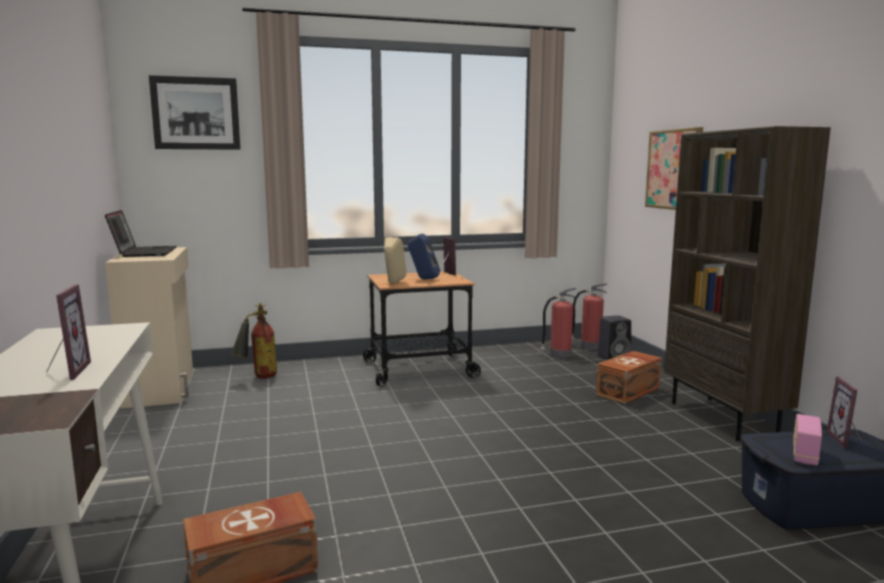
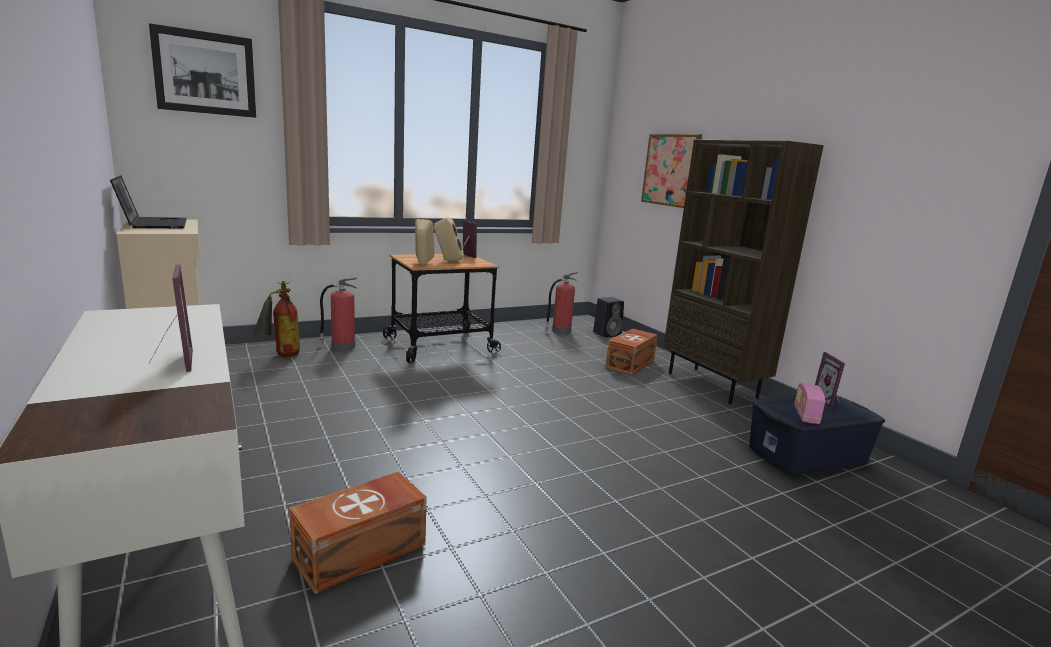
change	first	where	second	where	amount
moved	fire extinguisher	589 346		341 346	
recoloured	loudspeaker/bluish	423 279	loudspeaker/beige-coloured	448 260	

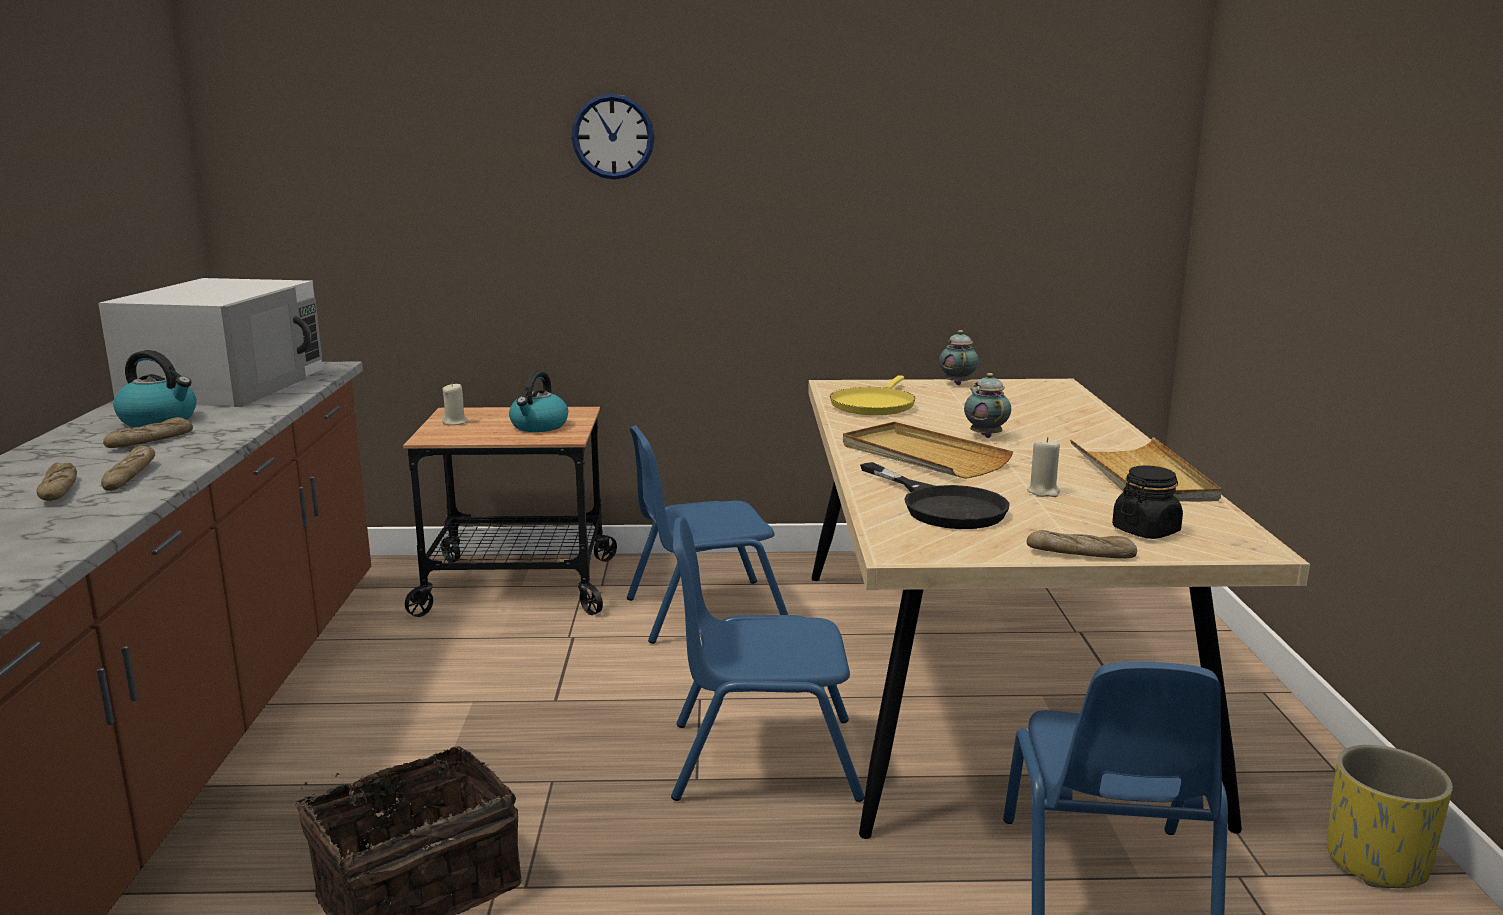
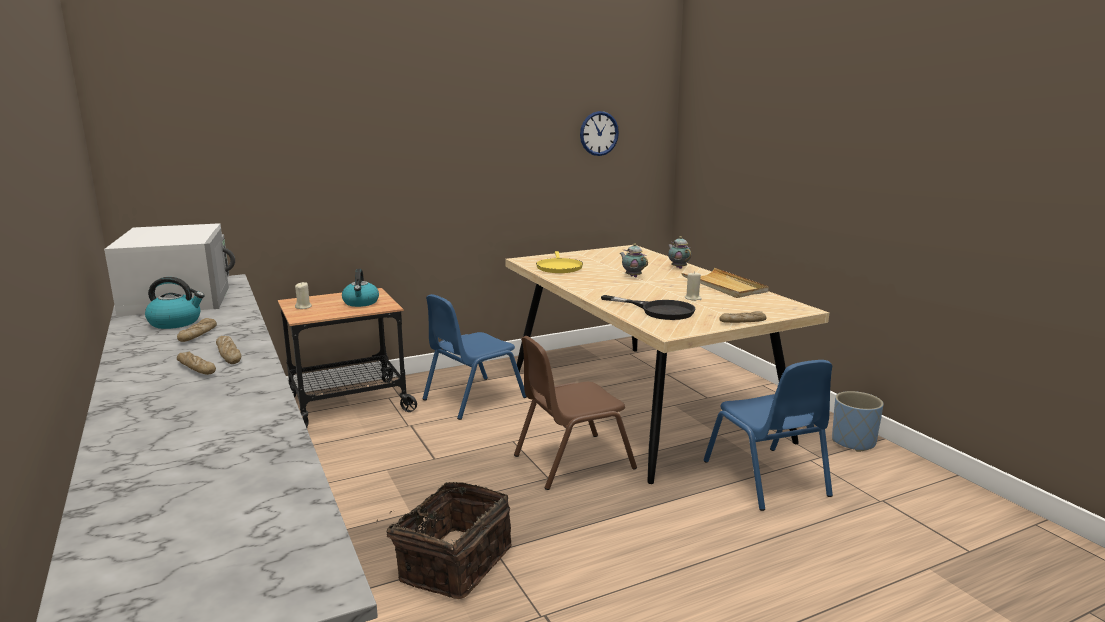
change	first	where	second	where	amount
removed	serving tray/beige-coloured	922 456			
removed	jar/black-coloured	1146 531			
moved	hanging clock	613 136		599 133	
moved	tea pot	957 383		678 267	
recoloured	upright chair/bluish	763 759	upright chair/brown	572 461	
recoloured	planter/yellow	1377 862	planter/bluish	853 442	

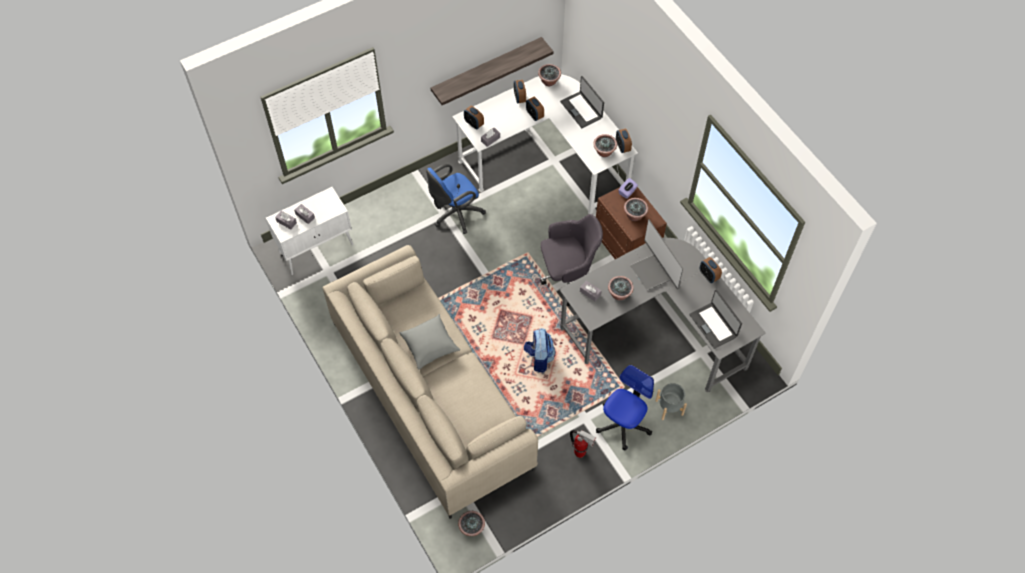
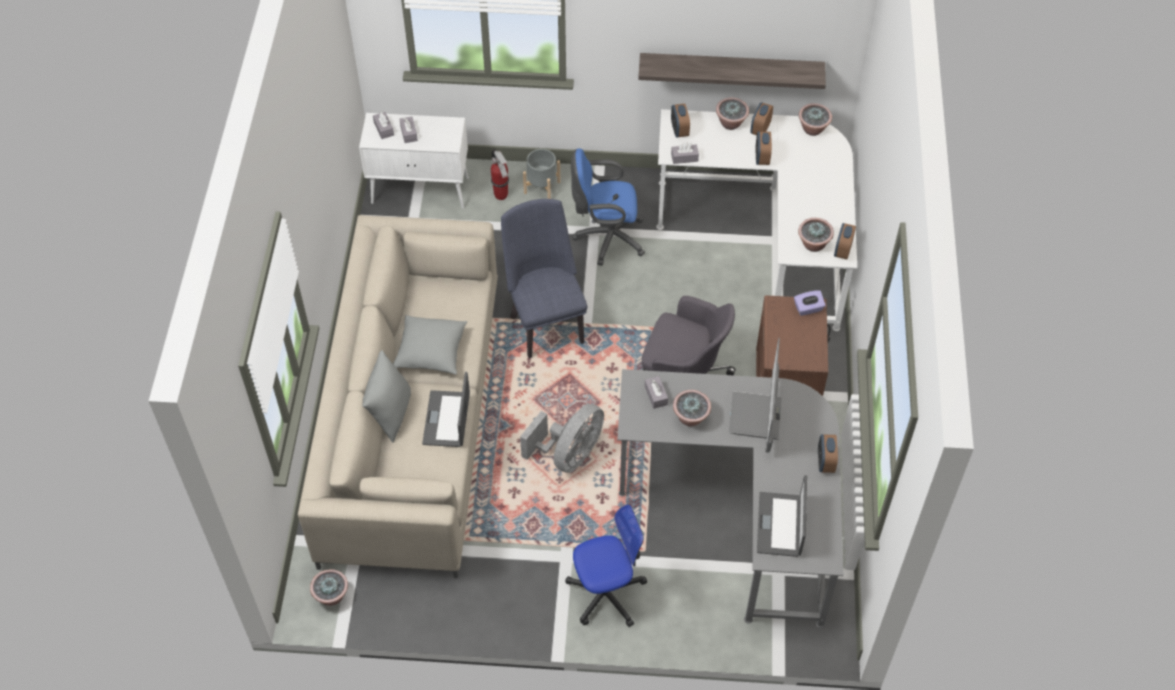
change	first	where	second	where	amount
added			throw pillow/grey	390 414	
added			upright chair/bluish	545 324	
moved	notebook computer	581 109		447 419	
moved	fire extinguisher	580 453		501 195	
moved	houseplant	634 215		731 123	
moved	planter/grey	669 407		542 187	
replaced	rucksack	539 358	cooling fan/grey	569 454	

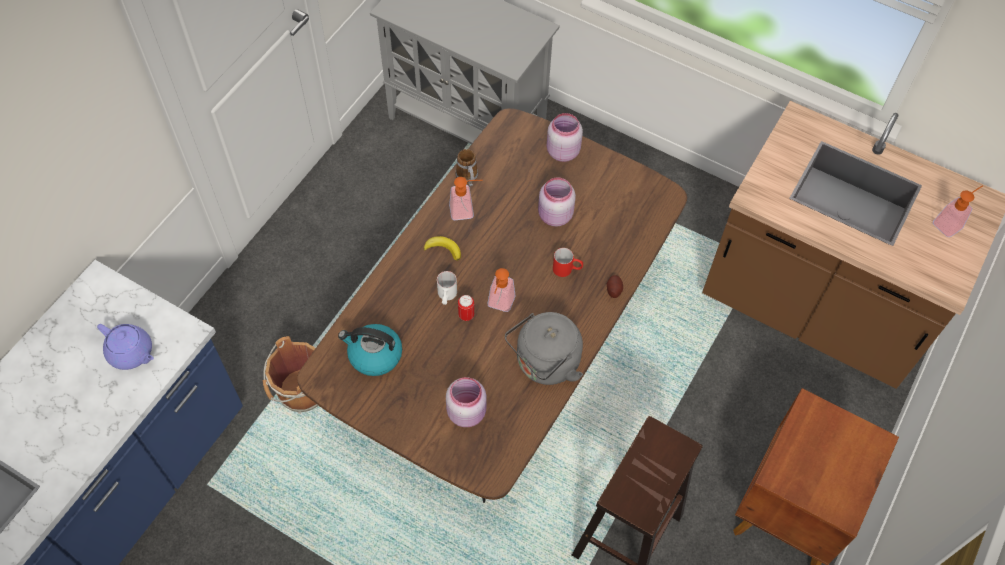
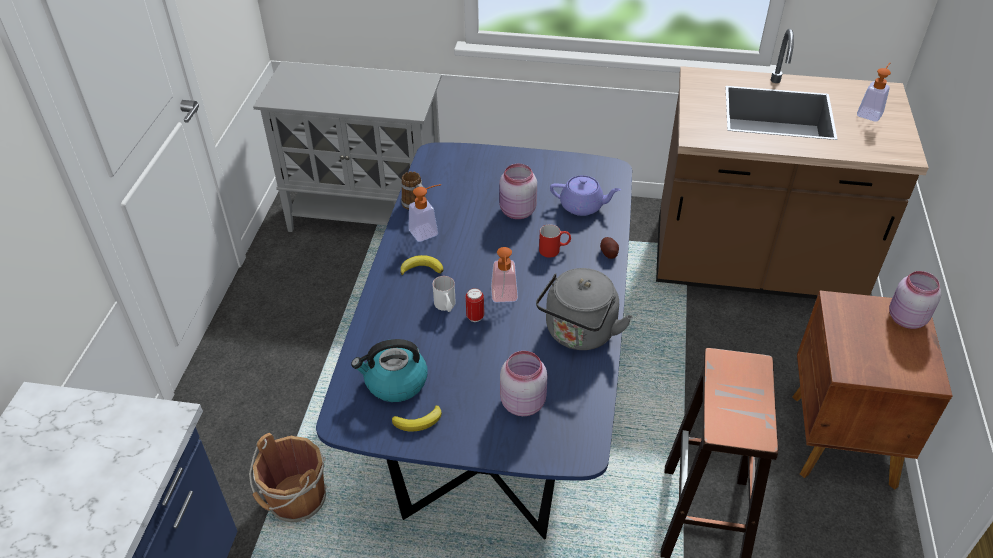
change	first	where	second	where	amount
added			whole banana	419 422	
moved	tea pot/purplish	132 353		582 206	
moved	jar/pink-coloured	561 151		905 318	
recoloured	dinner table/brown	499 365	dinner table/bluish	496 404	

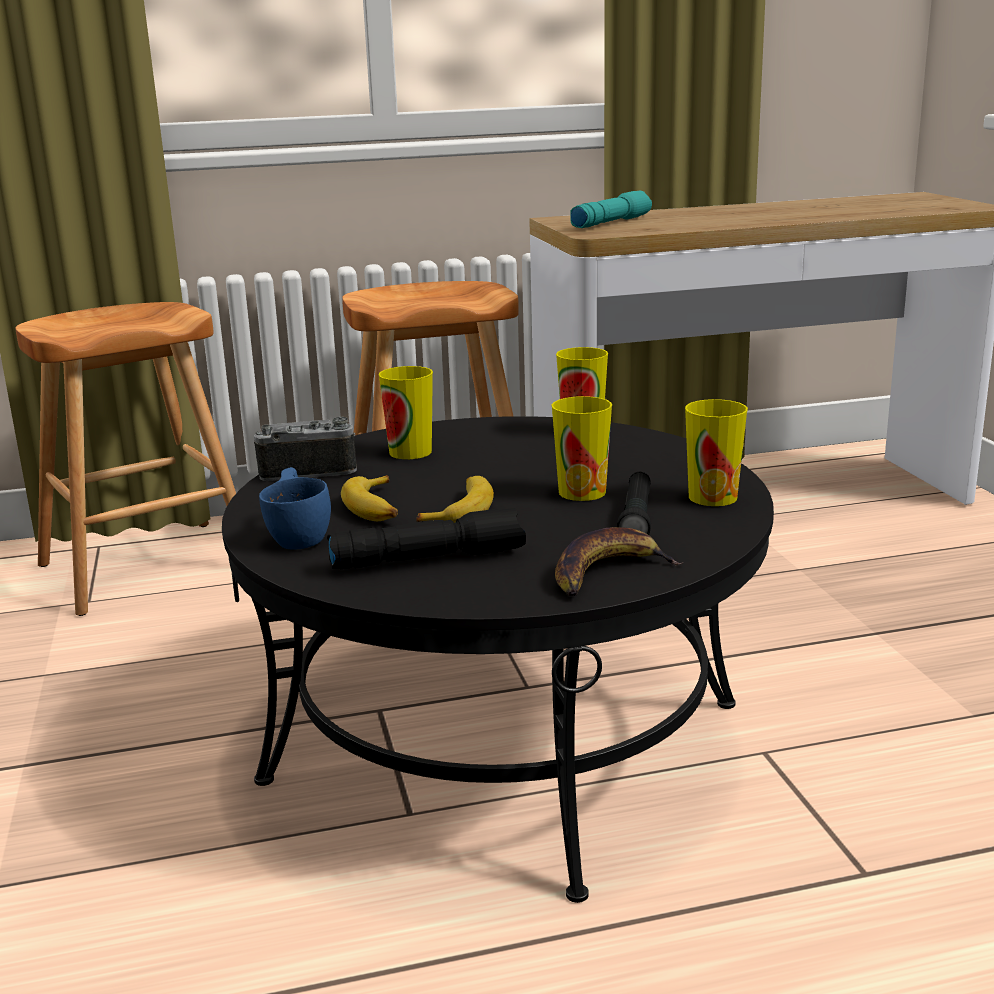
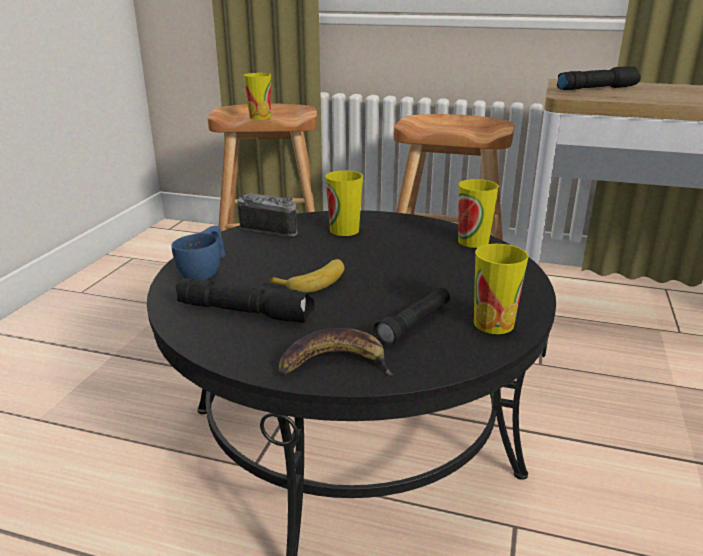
change	first	where	second	where	amount
removed	whole banana	376 508			
moved	cup	582 492		260 117	
recoloured	torch/turquoise	610 222	torch/black-coloured	596 88	

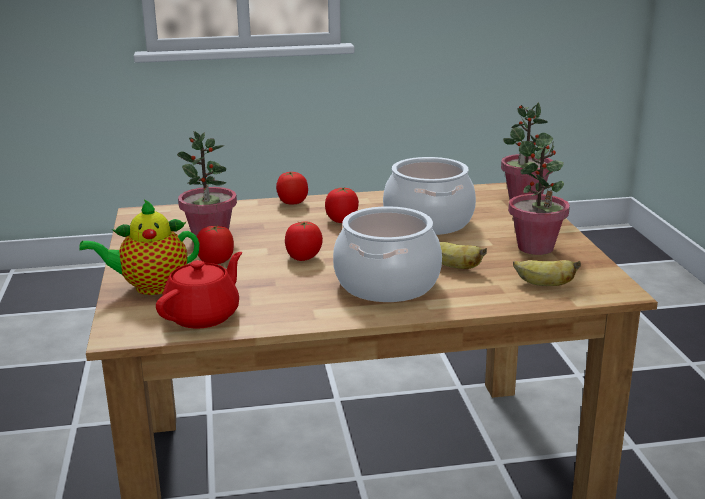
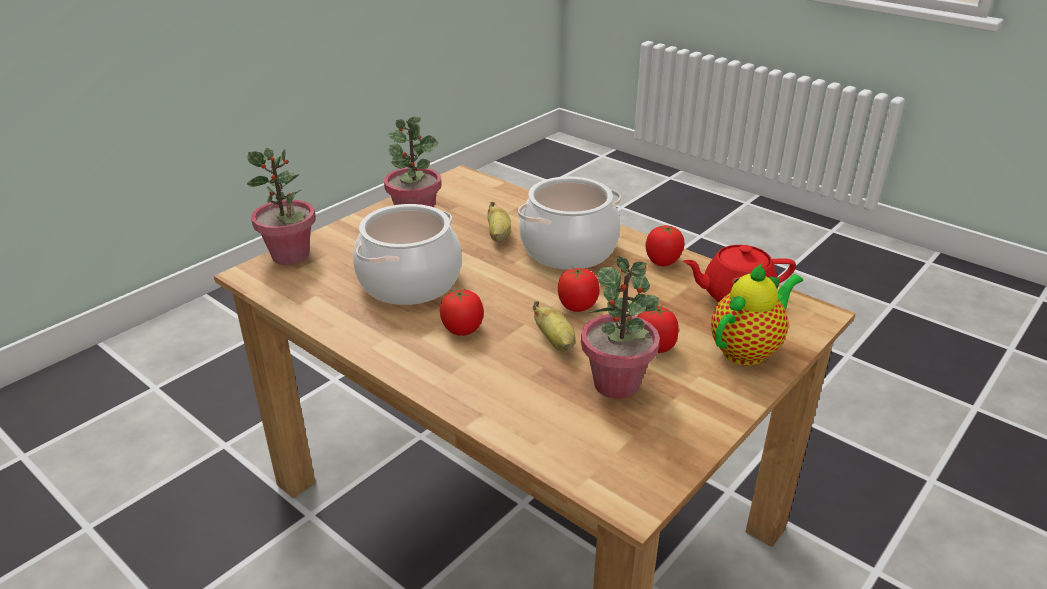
change	first	where	second	where	amount
moved	fresh tomato	292 203		662 261	
moved	whole banana	544 284		555 342	
turned	tea pot	150 287		747 350	75 degrees counterclockwise

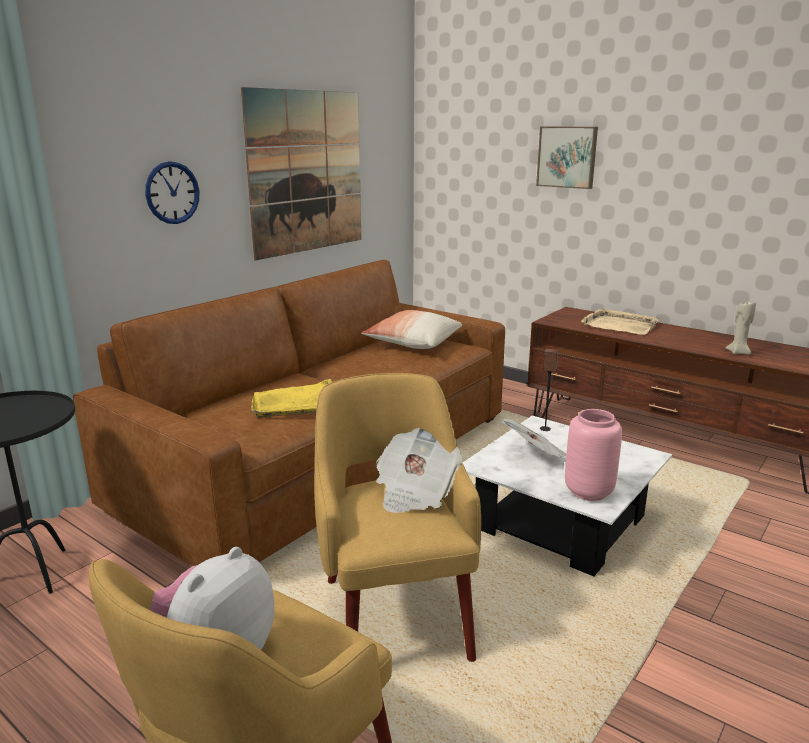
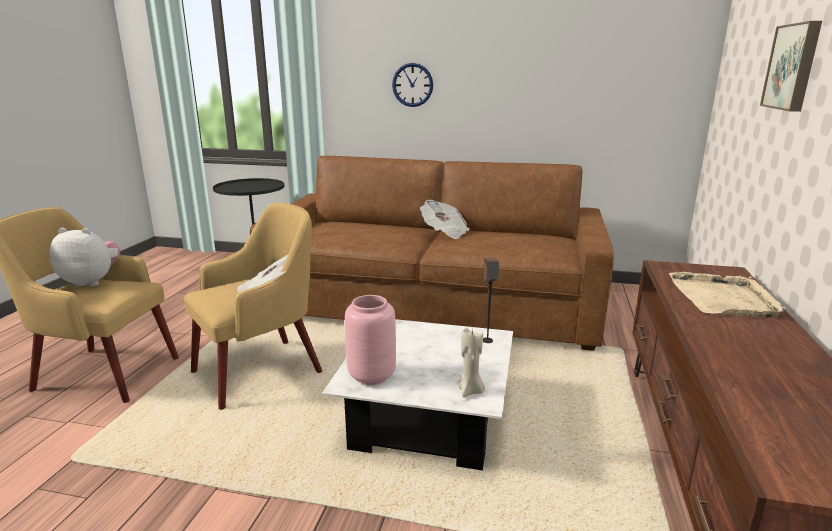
change	first	where	second	where	amount
removed	picture	306 172			
removed	serving tray/yellow	295 403			
removed	throw pillow	413 343			
moved	printed paper	535 456		444 232	
moved	candle/beige-coloured	738 352		470 391	

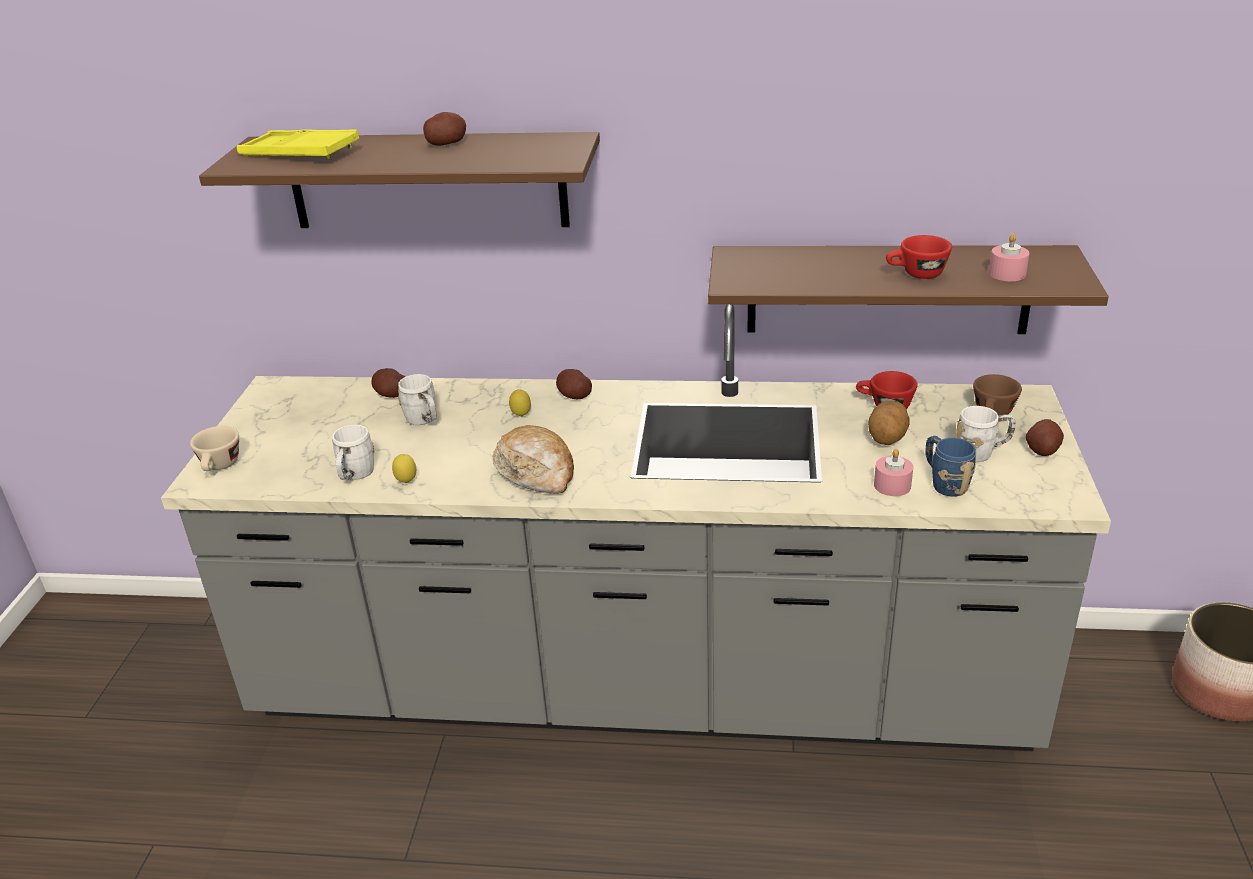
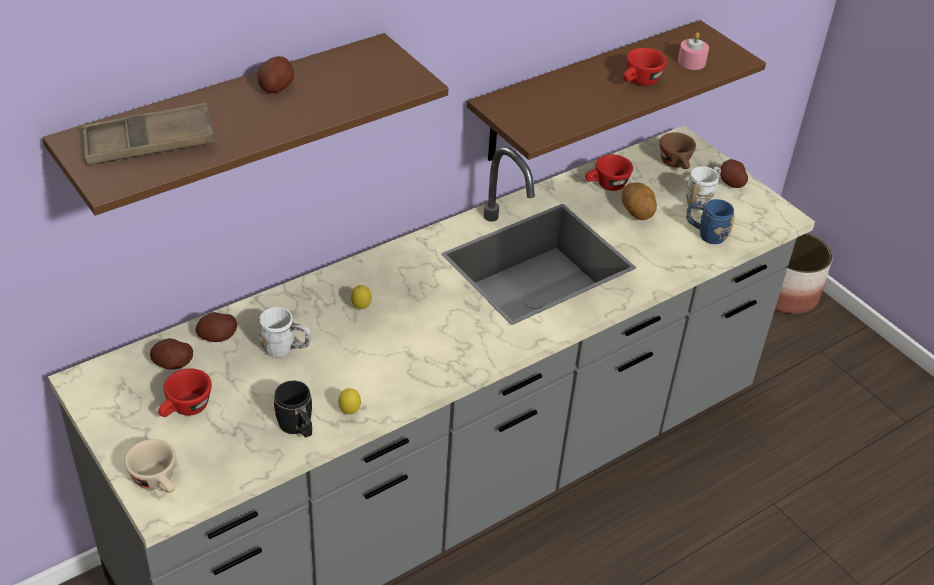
change	first	where	second	where	amount
removed	bakery bread	537 472			
removed	candle/pink-coloured	892 485			
added			cup/red	185 409	
moved	whole potato	574 395		173 363	
recoloured	serving tray/yellow	299 153	serving tray/brown	149 143	
recoloured	tea mug/white	355 476	tea mug/black-coloured	297 428	

